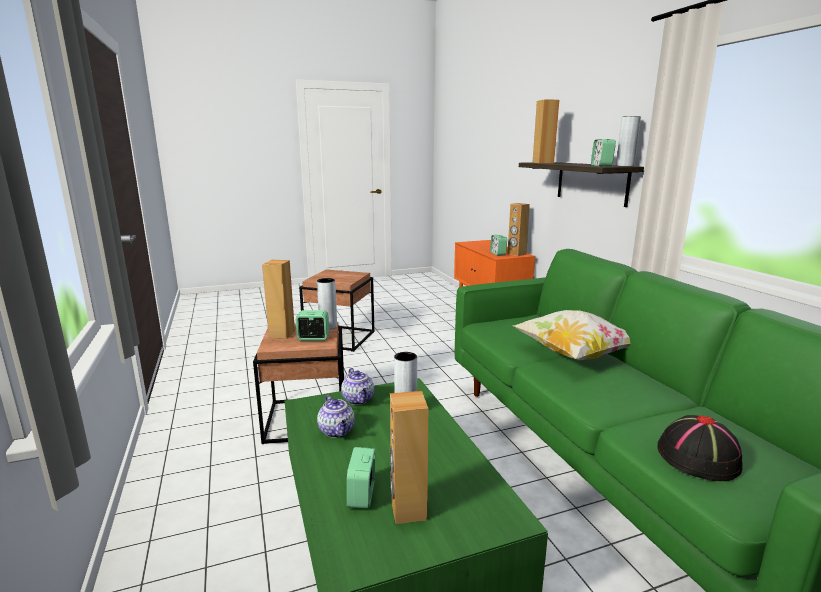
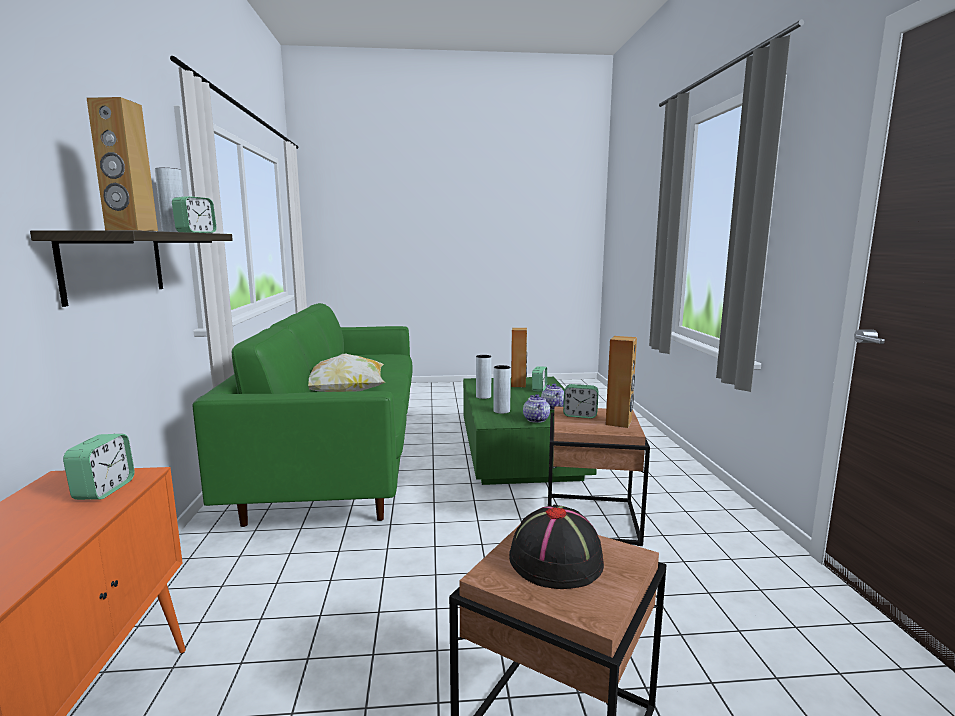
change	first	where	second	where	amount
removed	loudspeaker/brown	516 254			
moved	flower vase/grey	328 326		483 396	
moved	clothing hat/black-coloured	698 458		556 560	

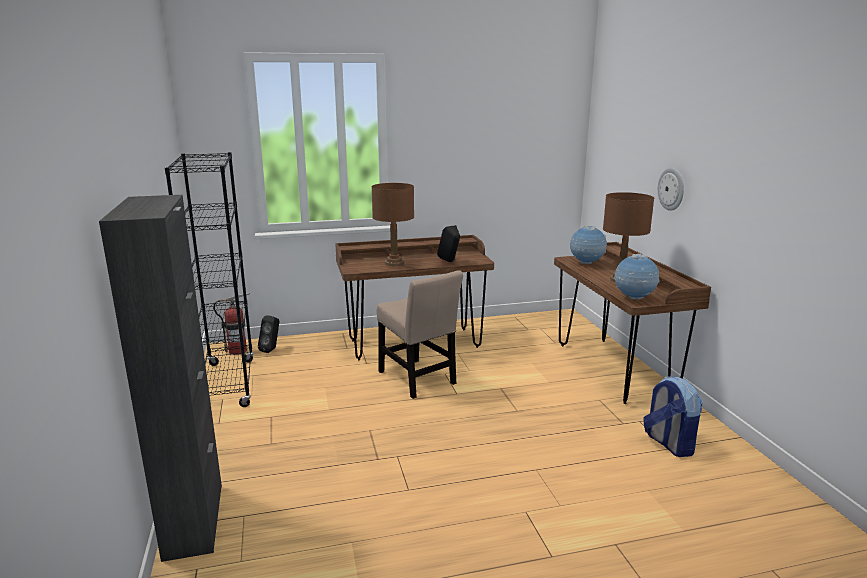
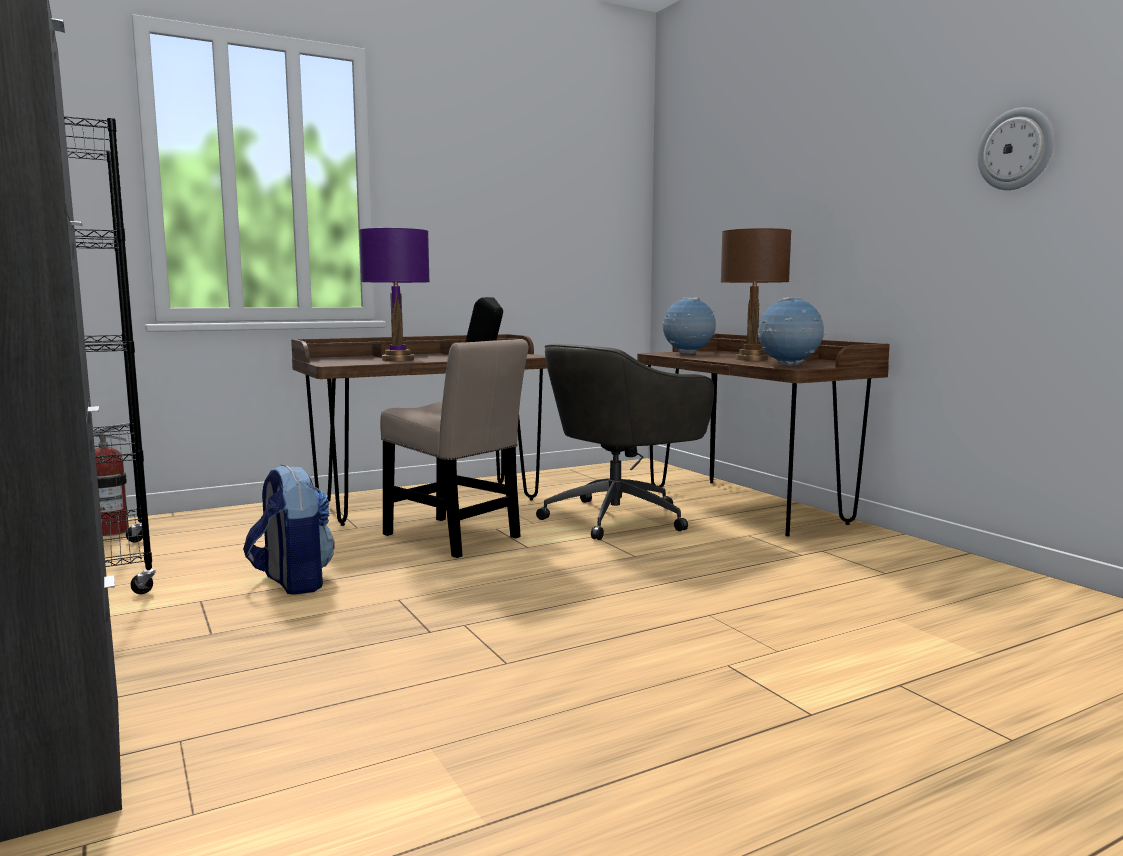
change	first	where	second	where	amount
removed	loudspeaker/black-coloured	271 350			
added			computer chair/grey	619 518	
moved	rucksack	668 443		292 582	
moved	hanging clock	671 189		1016 149	
recoloured	tabletop lamp/brown	394 263	tabletop lamp/purplish	398 360	

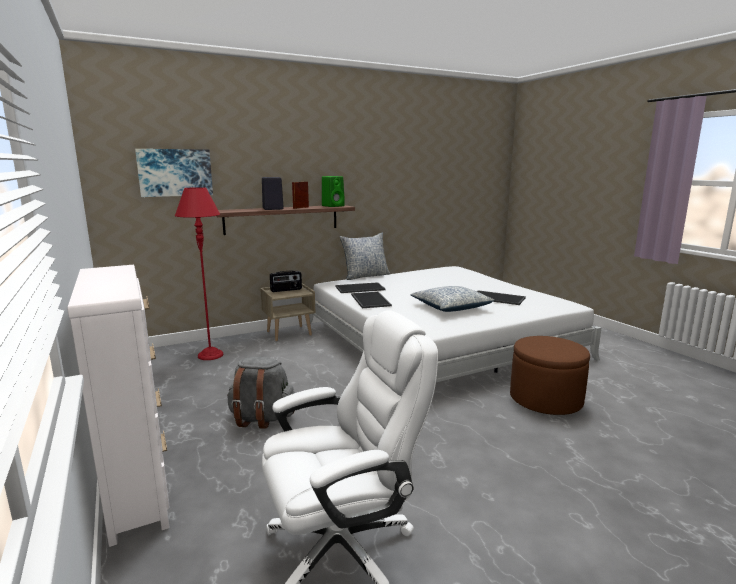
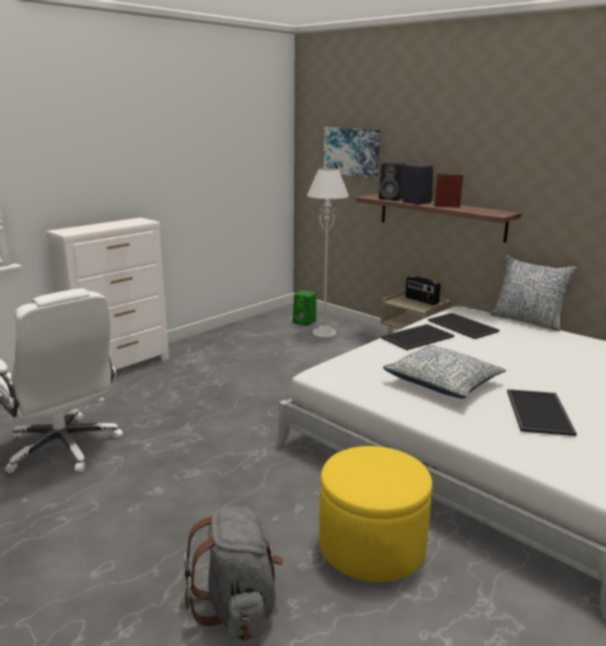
change	first	where	second	where	amount
added			loudspeaker/black-coloured	392 198	
moved	rucksack/grey	261 418		238 607	
moved	loudspeaker/green-coloured	333 206		305 322	
recoloured	standing lamp/red	210 355	standing lamp/grey	324 333	
recoloured	footrest/brown	545 399	footrest/yellow	371 546	

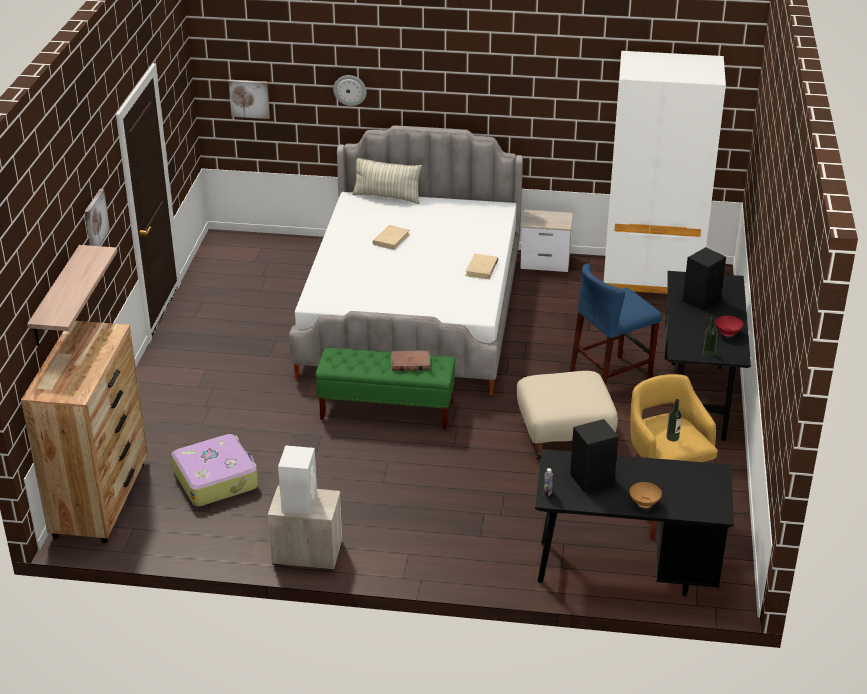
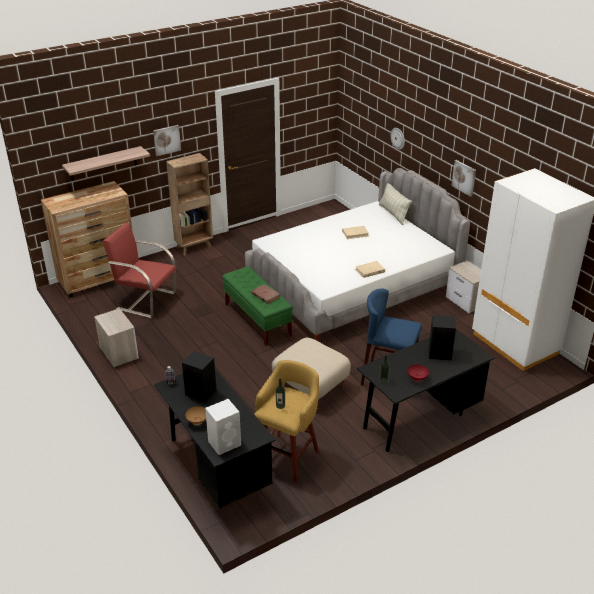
change	first	where	second	where	amount
added			bookshelf/brown	194 247	
moved	picture	249 98		464 177	
moved	loudspeaker/white	299 502		225 443	
replaced	travel case	216 479	lounge chair/red	145 300	

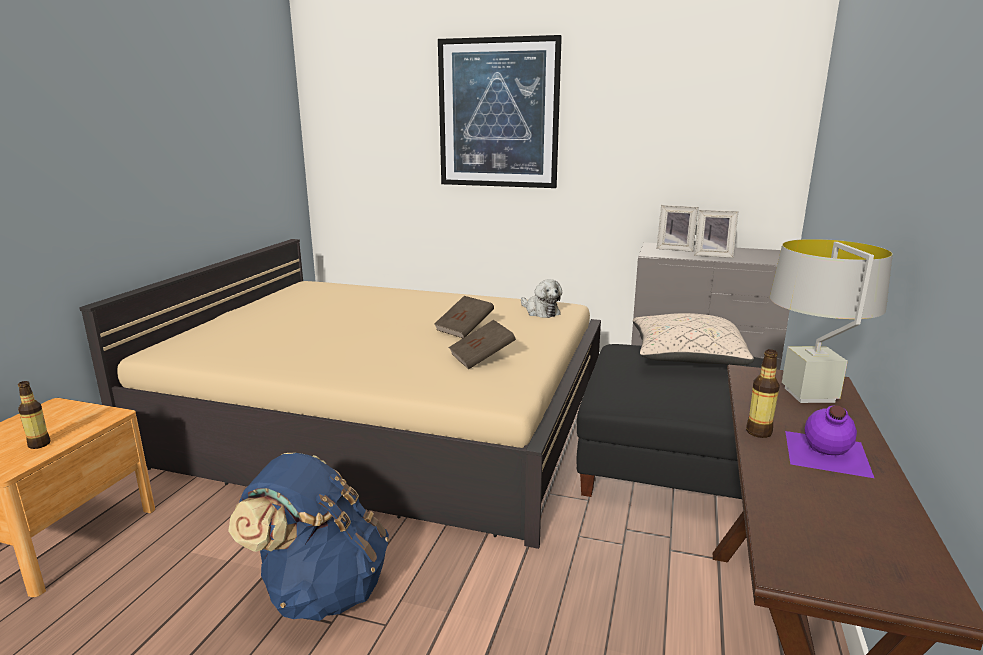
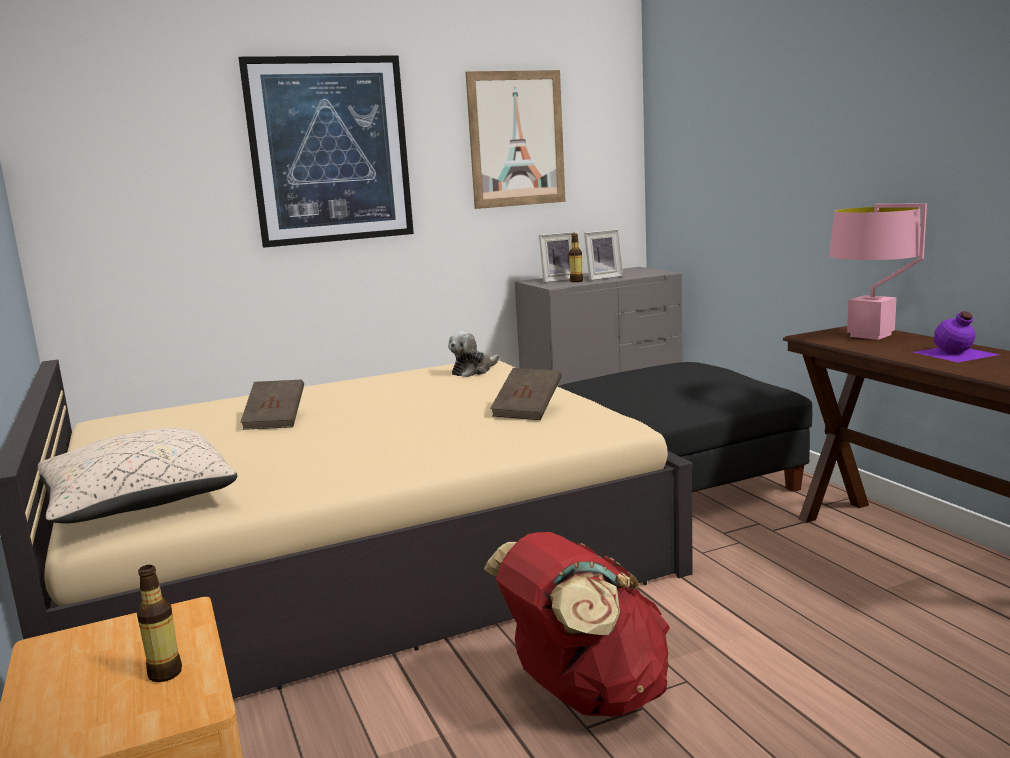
change	first	where	second	where	amount
added			picture	516 139	
moved	bound book/brown	464 329		275 420	
moved	throw pillow/beige-coloured	686 358		137 505	
moved	beverage bottle	758 432		576 281	
recoloured	rucksack/bluish	321 590	rucksack/red	585 695	
recoloured	tabletop lamp/grey	809 395	tabletop lamp/pink-coloured	871 335	
turned	plush toy	540 312		473 371	120 degrees clockwise

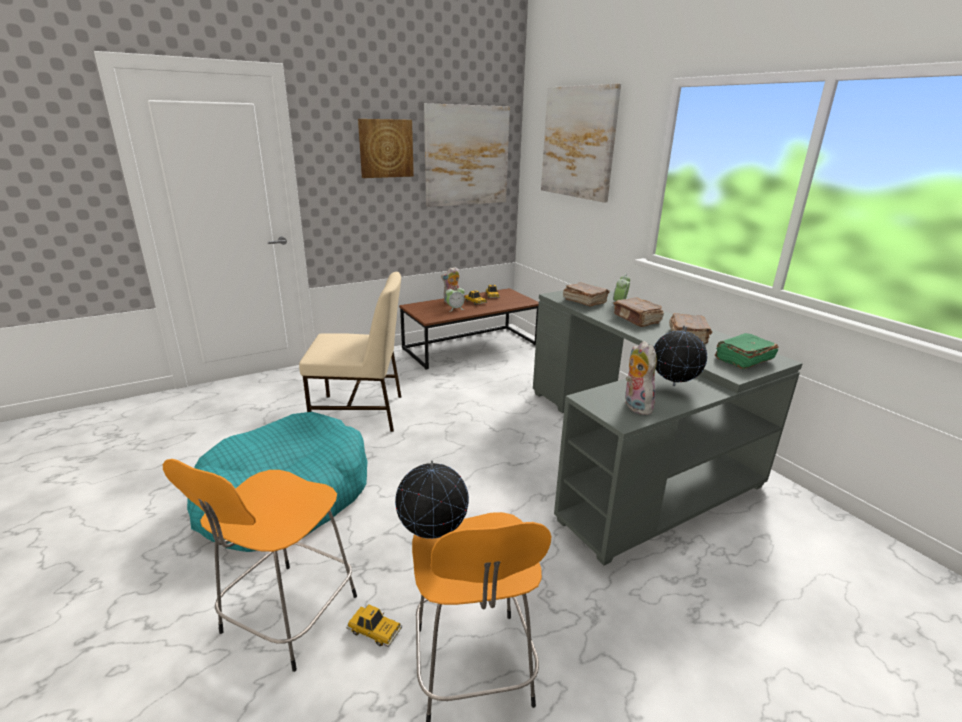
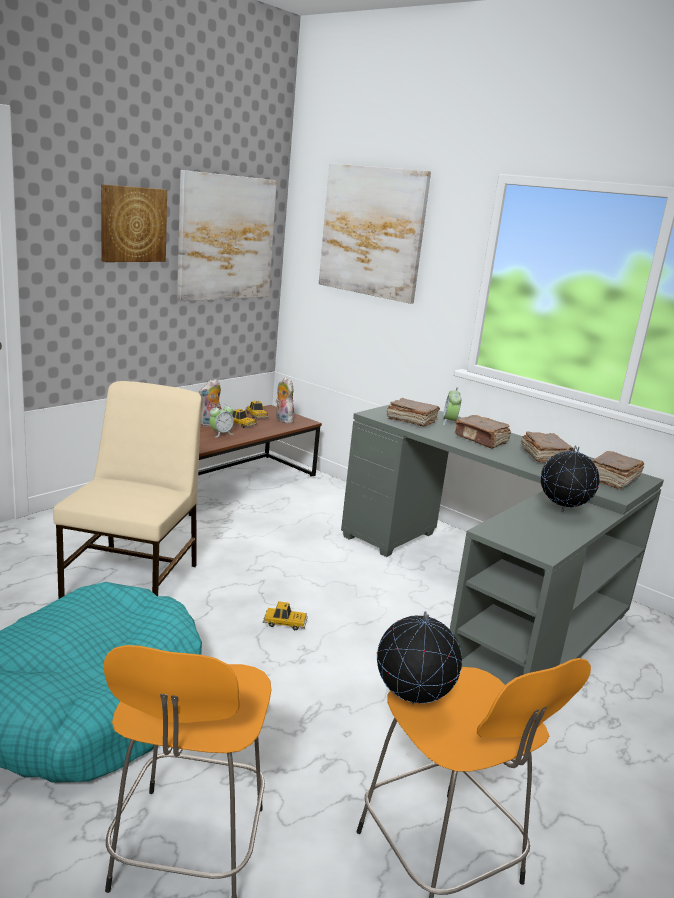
change	first	where	second	where	amount
moved	miniature car	374 630		285 623	
moved	plush toy	635 406		282 420	
recoloured	bound book/green-coloured	743 360	bound book/brown	612 479	
turned	upright chair/beige-coloured	360 413		134 581	60 degrees counterclockwise

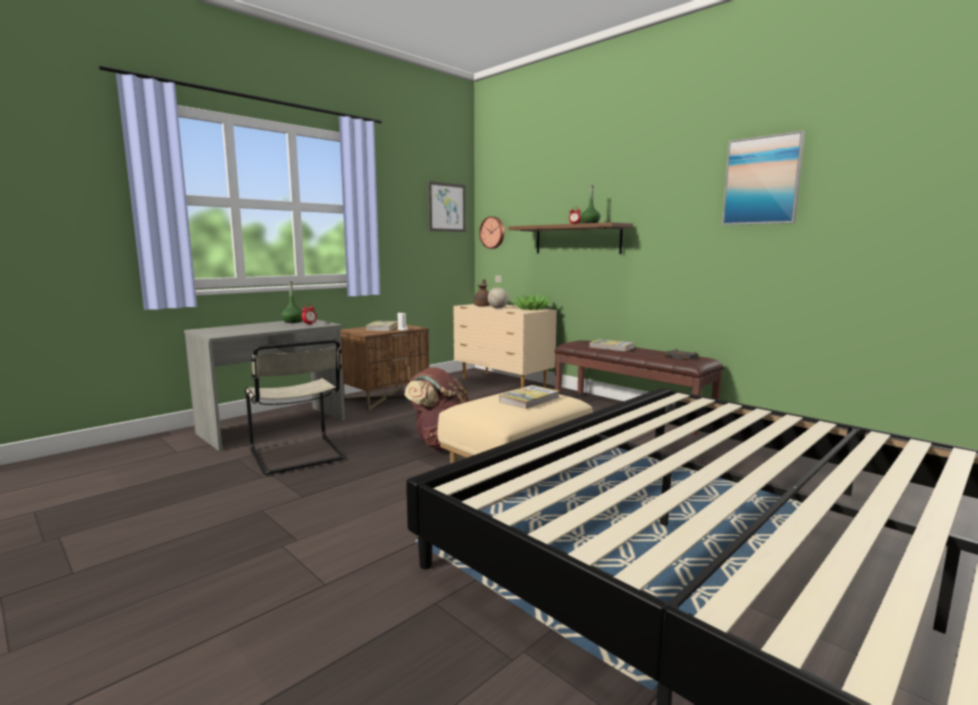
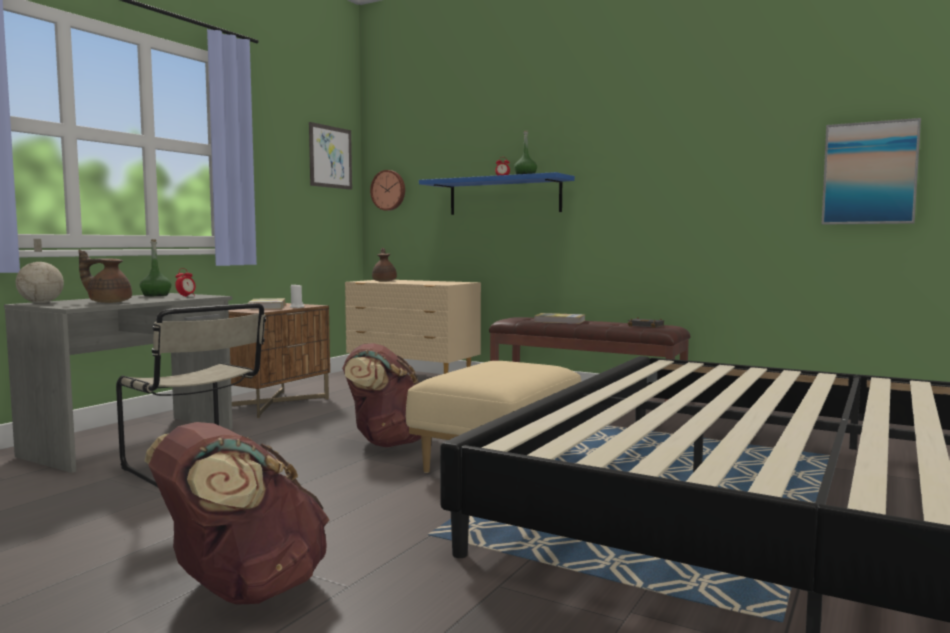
change	first	where	second	where	amount
removed	bound book	529 399			
removed	houseplant	531 309			
added			tea pot/brown	108 302	
added			rucksack/brown	242 591	
moved	world globe	498 308		41 303	
moved	picture	762 181		869 173	
recoloured	shelf/brown	577 239	shelf/bluish	504 196	

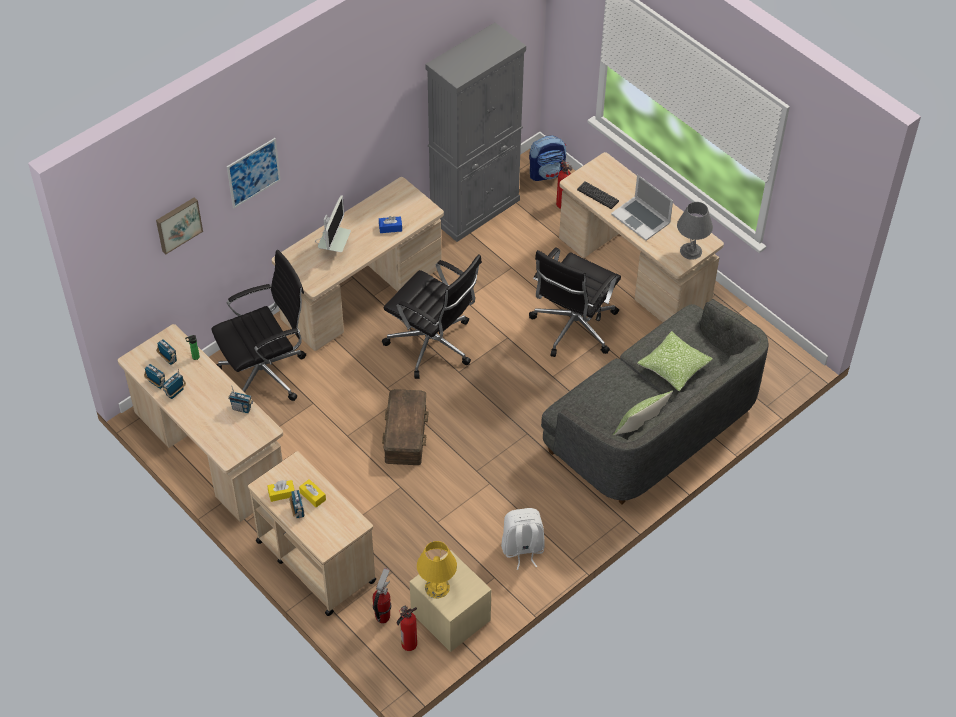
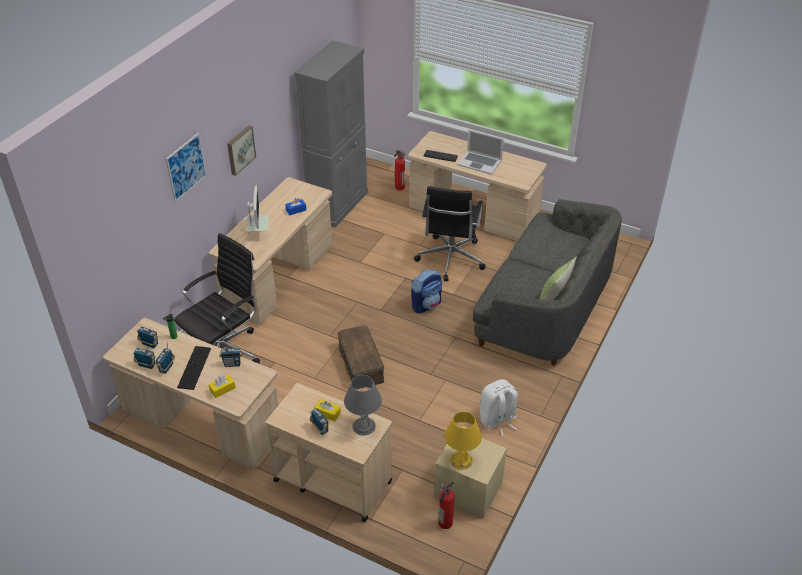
change	first	where	second	where	amount
removed	fire extinguisher	383 617			
removed	computer chair/black-coloured	433 345			
removed	throw pillow	674 367			
added			computer keyboard	193 368	
moved	picture	178 224		240 150	
moved	tissue holder/yellow	281 494		222 389	
moved	rucksack	547 173		426 305	
moved	tabletop lamp/grey	691 251		364 426	

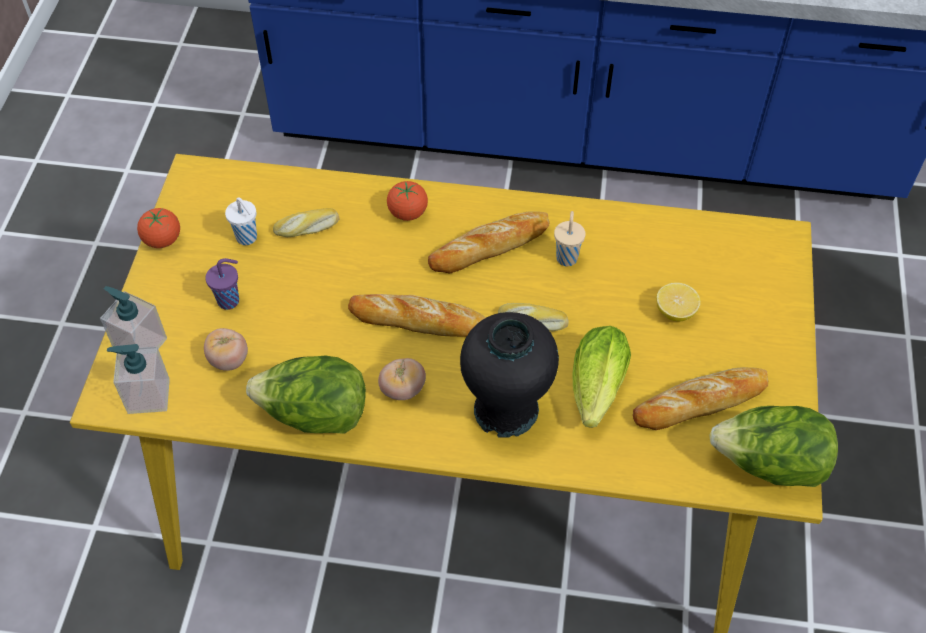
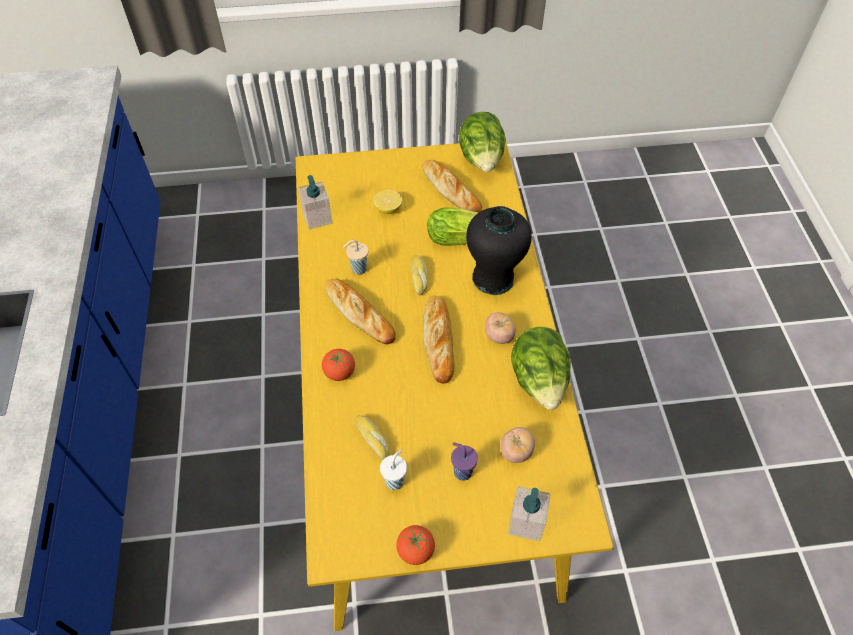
change	first	where	second	where	amount
moved	liquid soap bottle	148 396		317 218	

